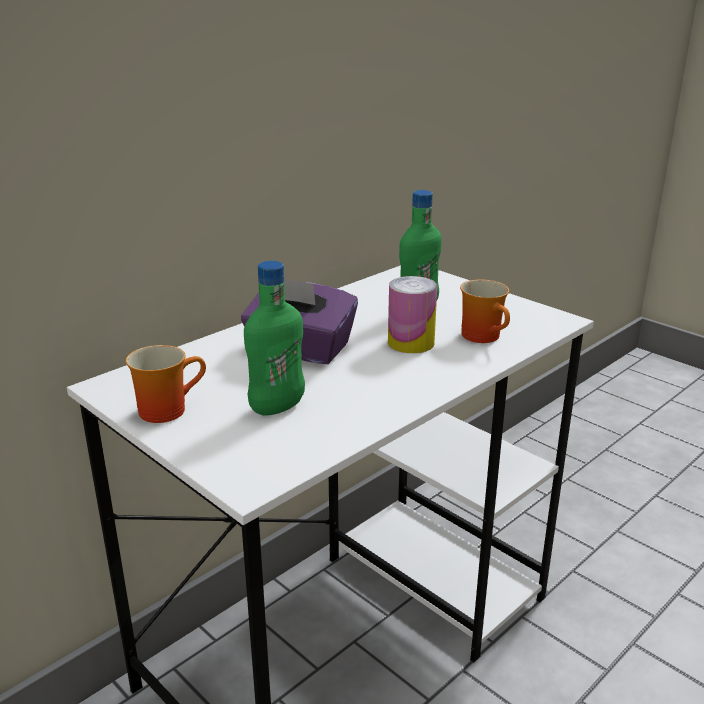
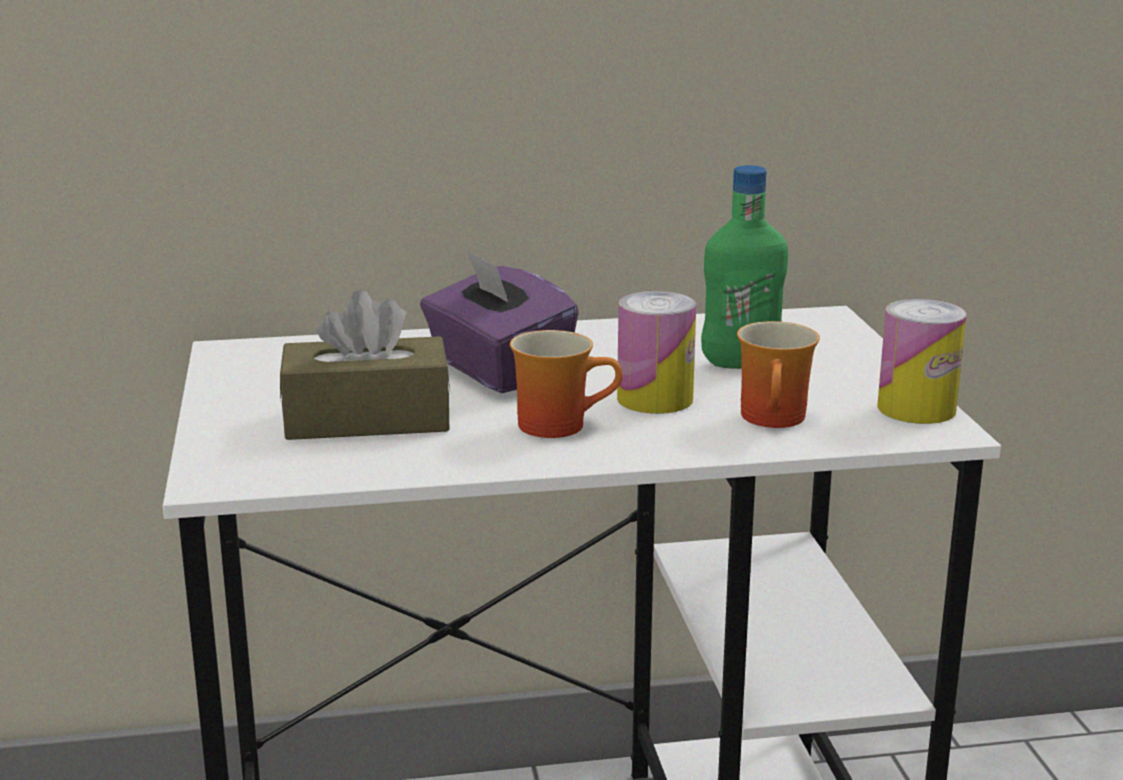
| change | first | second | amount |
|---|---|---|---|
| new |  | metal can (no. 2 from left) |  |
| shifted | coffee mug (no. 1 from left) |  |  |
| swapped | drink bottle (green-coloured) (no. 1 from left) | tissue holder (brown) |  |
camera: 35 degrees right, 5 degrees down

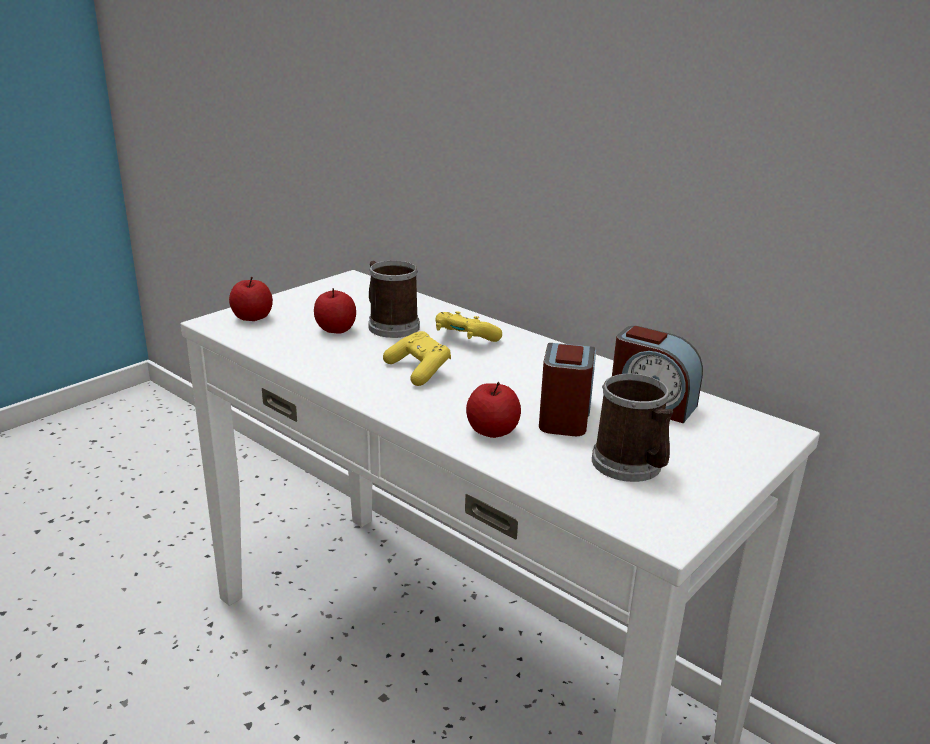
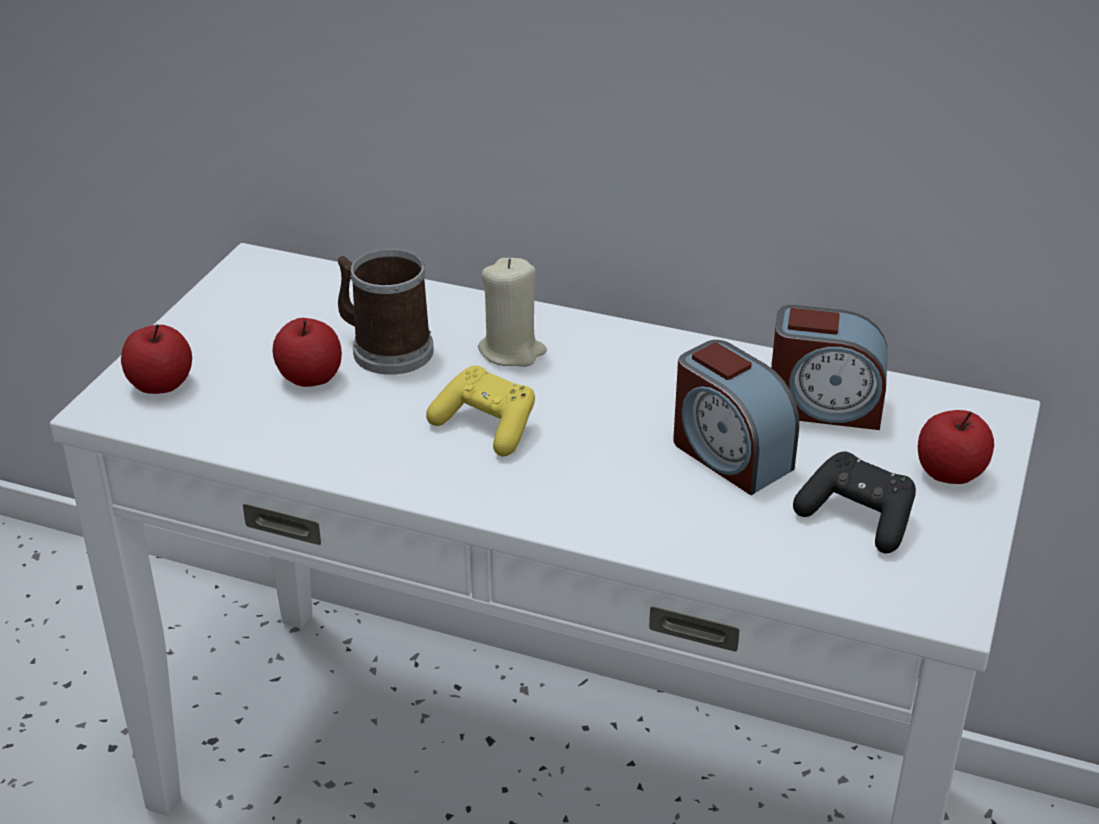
| change | first | second | amount |
|---|---|---|---|
| shifted | whole apple (no. 3 from left) |  |  |
| swapped | game controller (yellow-coloured) (no. 2 from left) | candle (beige-coloured) |  |
| swapped | coffee mug (no. 2 from left) | game controller (black) |  |
| rotated | bedside clock (no. 1 from left) |  | 150 degrees clockwise |
camera: 20 degrees left, 10 degrees up

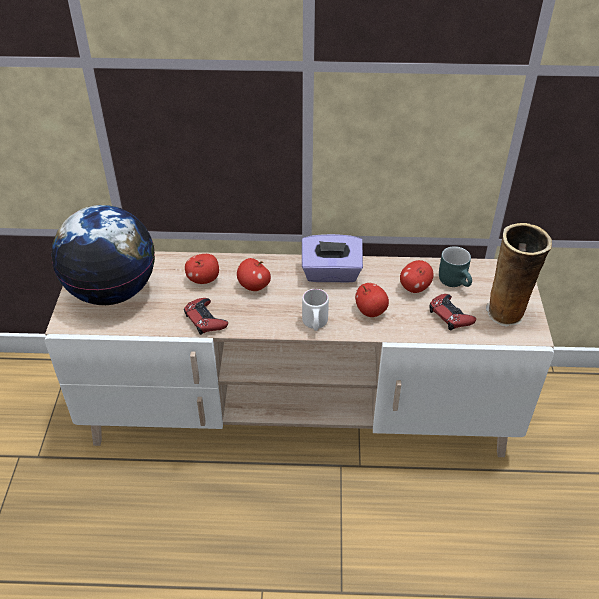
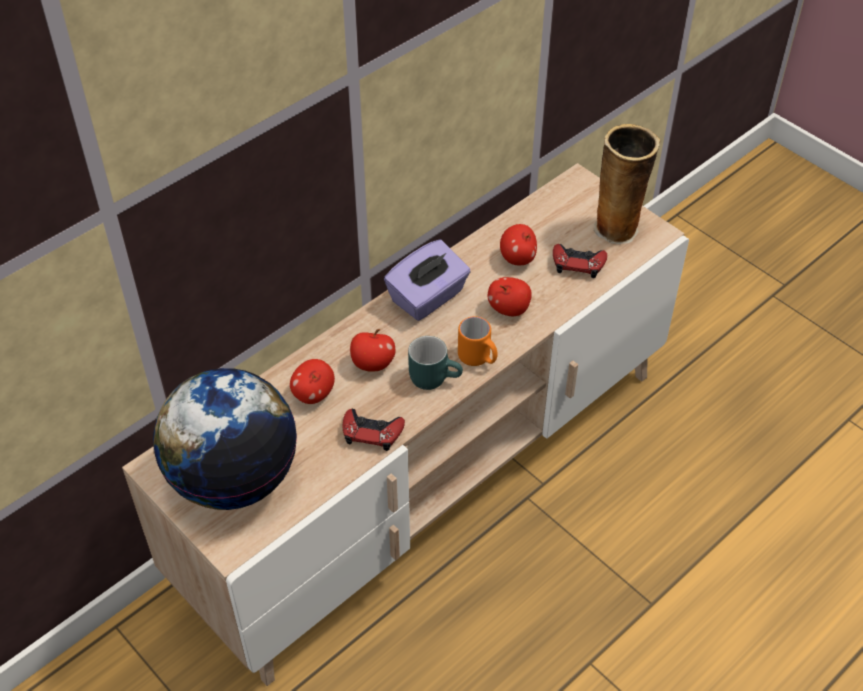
| change | first | second | amount |
|---|---|---|---|
| shifted | coffee mug (blue-green) |  |  |
| repainted | coffee mug (whitish) | coffee mug (orangey) |  |
camera: 45 degrees left, 5 degrees up

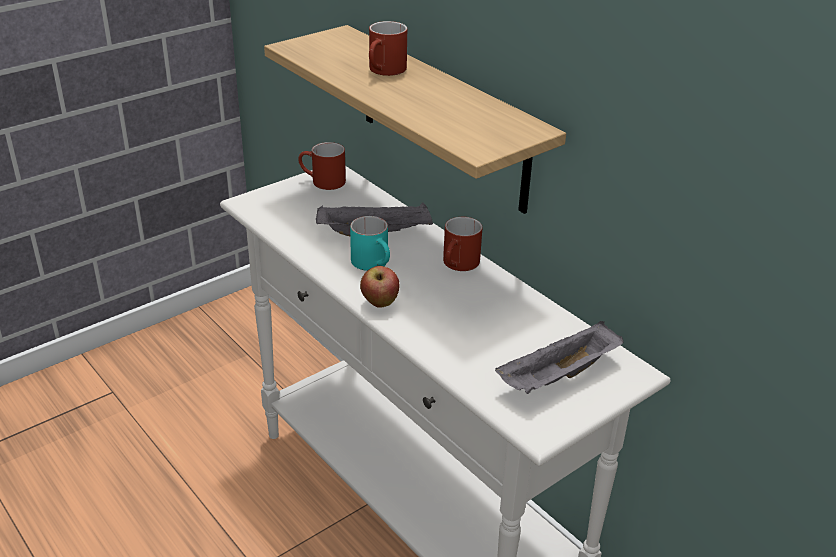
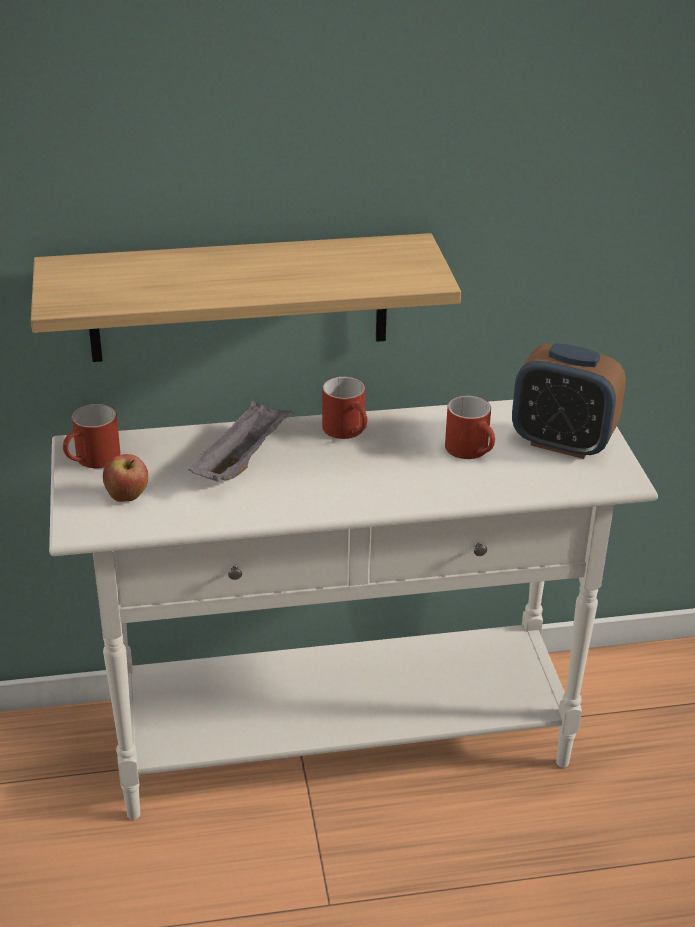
| change | first | second | amount |
|---|---|---|---|
| gone | coffee mug (blue-green) |  |  |
| shifted | whole apple |  |  |
| shifted | coffee mug (red) (no. 2 from left in the first image) | coffee mug (red) (no. 3 from left) |  |
| swapped | tray (gray) (no. 2 from left) | bedside clock |  |
camera: 60 degrees left, 0 degrees up

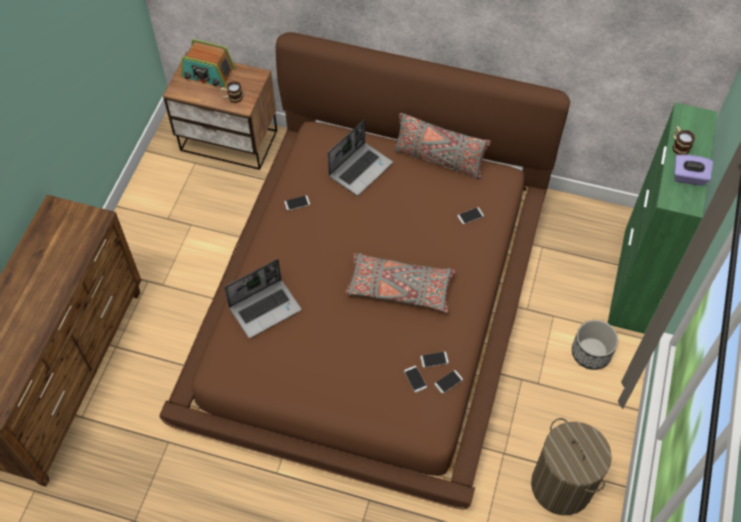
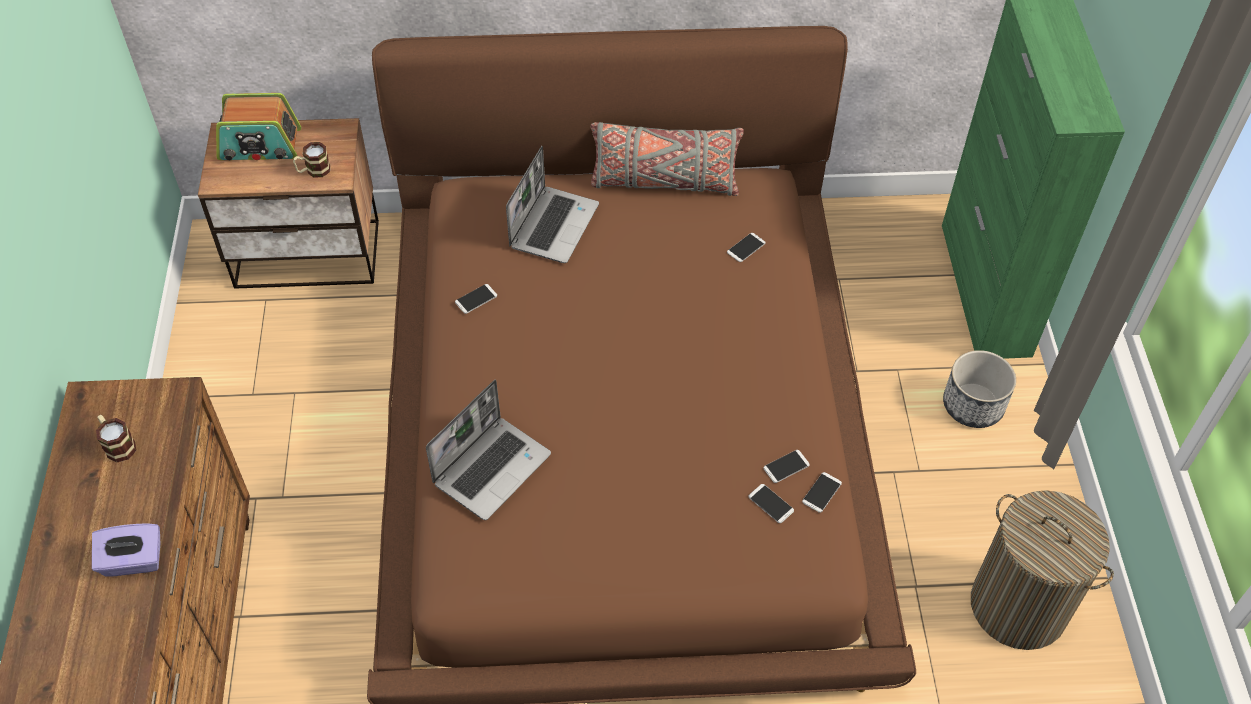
| change | first | second | amount |
|---|---|---|---|
| gone | throw pillow (gray) (no. 1 from left) |  |  |
| shifted | coffee mug (no. 2 from left in the first image) | coffee mug (no. 1 from left) |  |
| shifted | tissue holder (purplish) |  |  |
camera: 20 degrees left, 5 degrees down

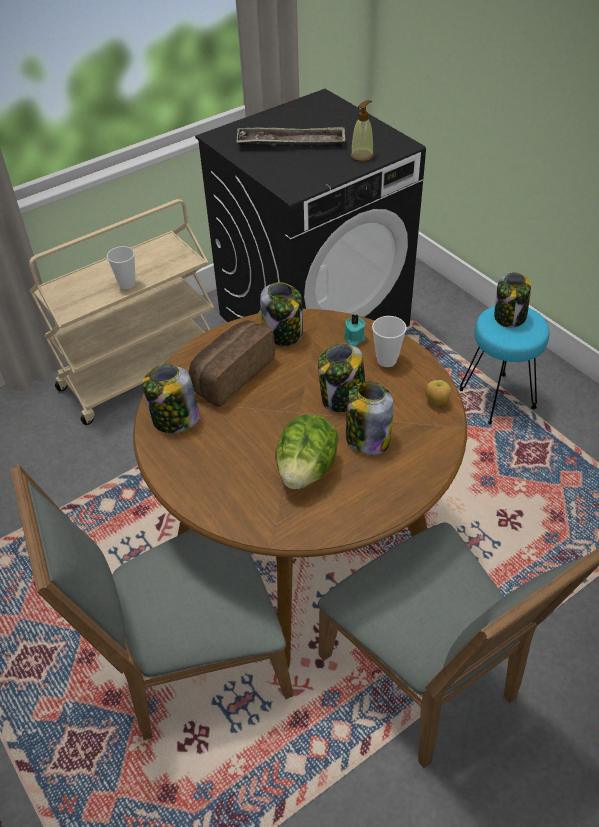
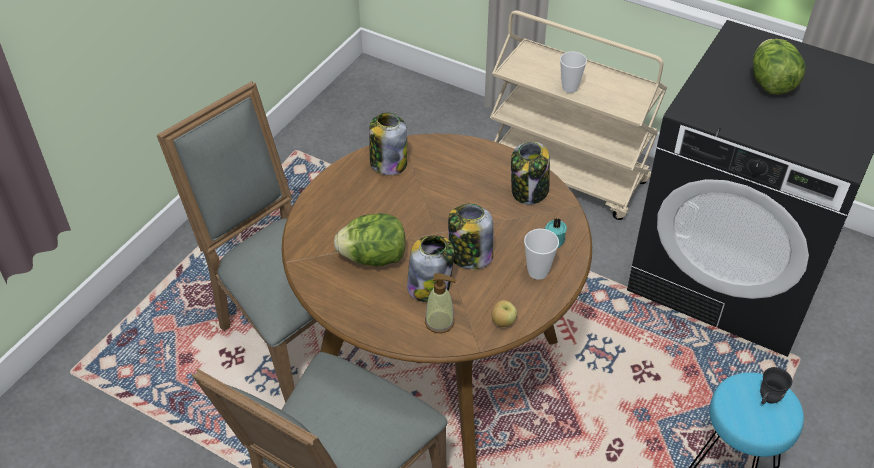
| change | first | second | amount |
|---|---|---|---|
| gone | bread |  |  |
| shifted | liquid soap bottle |  |  |
| swapped | tray | head of lettuce (no. 2 from left) |  |
| swapped | jar (no. 5 from left) | coffee mug (gray) |  |
camera: 65 degrees right, 0 degrees up

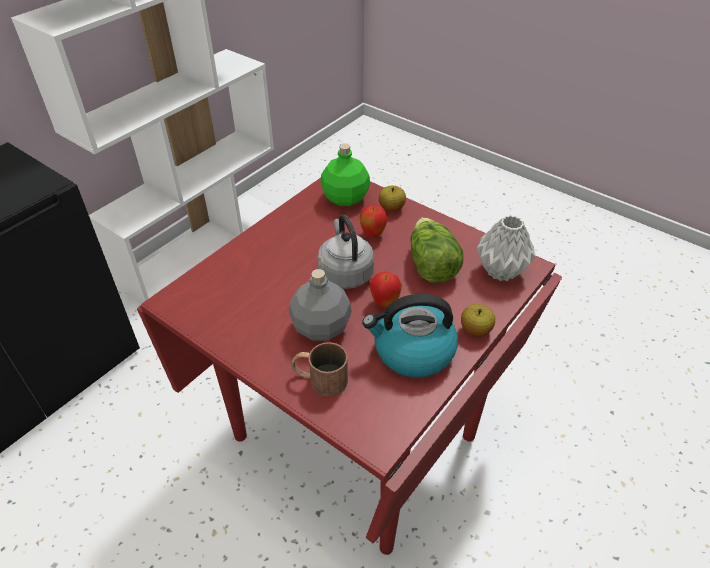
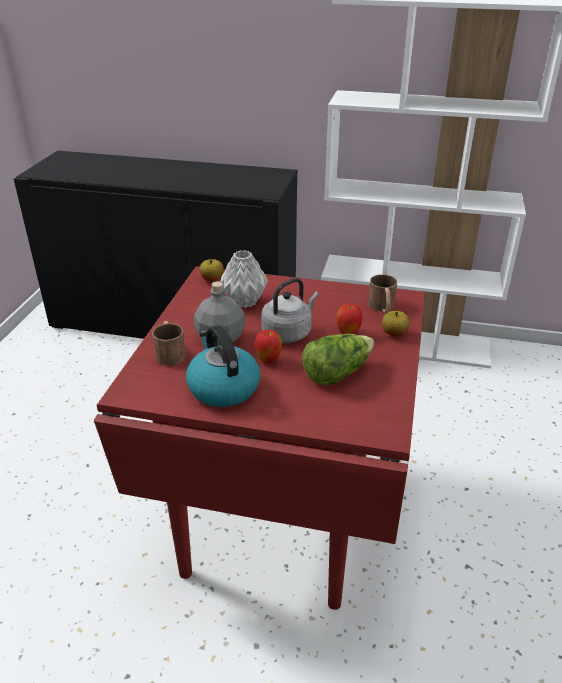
| change | first | second | amount |
|---|---|---|---|
| shifted | whole apple (no. 4 from left in the first image) | whole apple (no. 1 from left) |  |
| shifted | vase (gray) |  |  |
| swapped | drink bottle (green-coloured) | coffee mug (brown) (no. 2 from left) |  |
camera: 65 degrees right, 10 degrees down

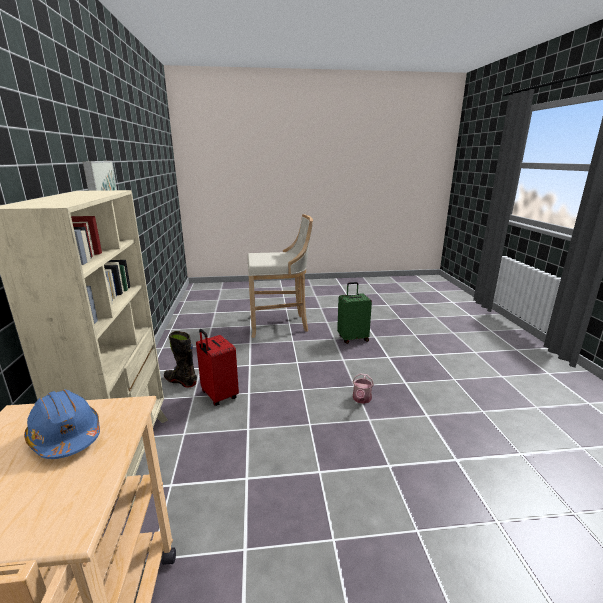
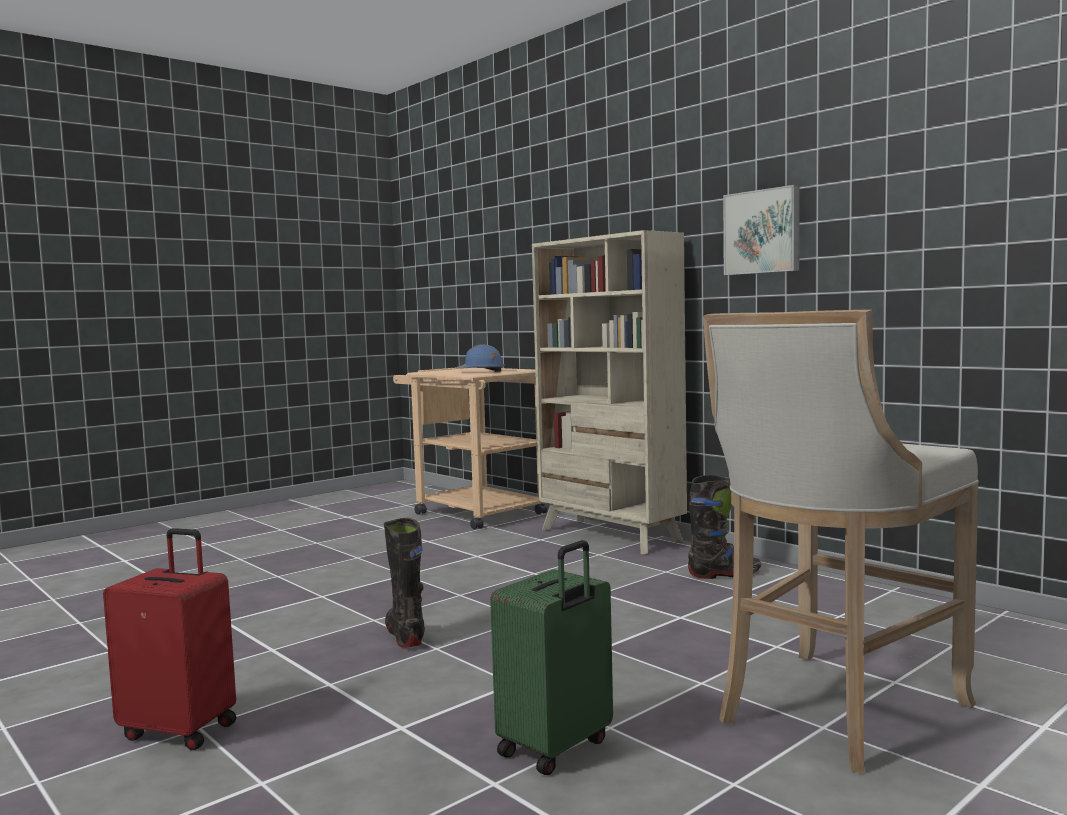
| change | first | second | amount |
|---|---|---|---|
| shifted | travel case (red) |  |  |
| swapped | watering pot | boot (black) (no. 1 from left) |  |
camera: 145 degrees right, 15 degrees down

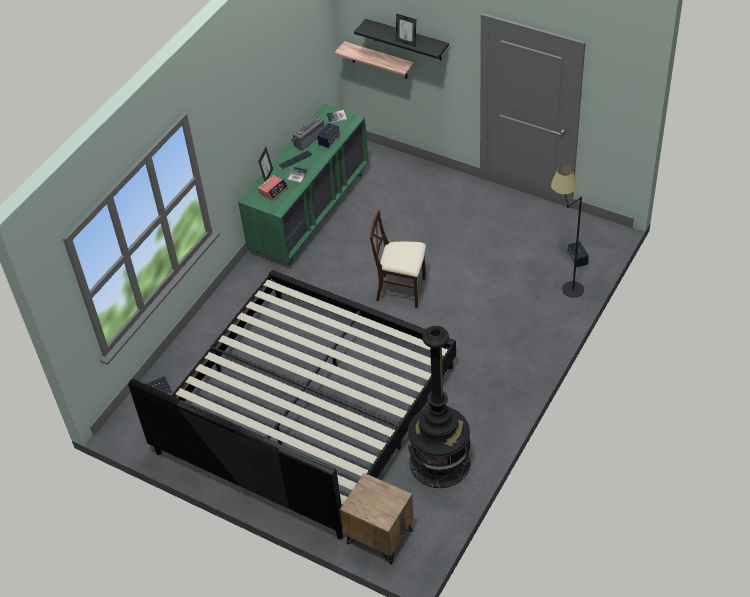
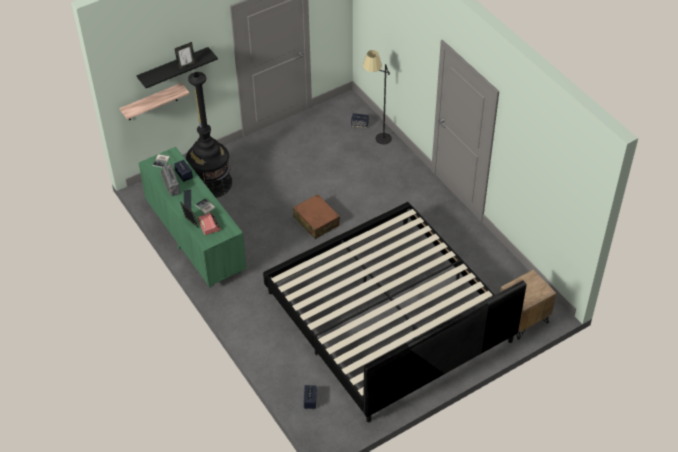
| change | first | second | amount |
|---|---|---|---|
| shifted | floor lamp (black) (no. 1 from left) |  |  |
| swapped | plain chair (beige-coloured) | travel case (brown) |  |
camera: 65 degrees left, 0 degrees up

